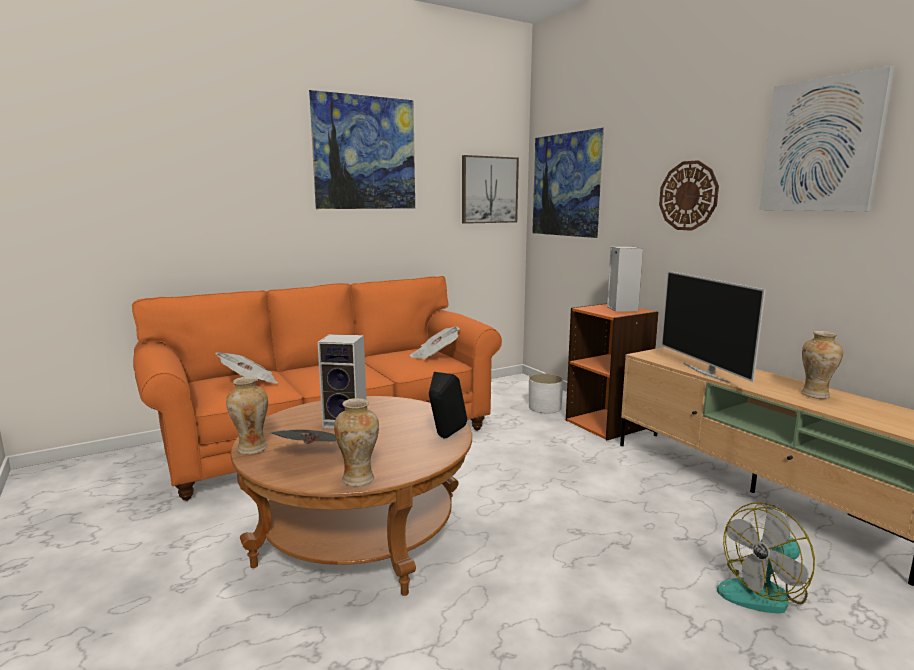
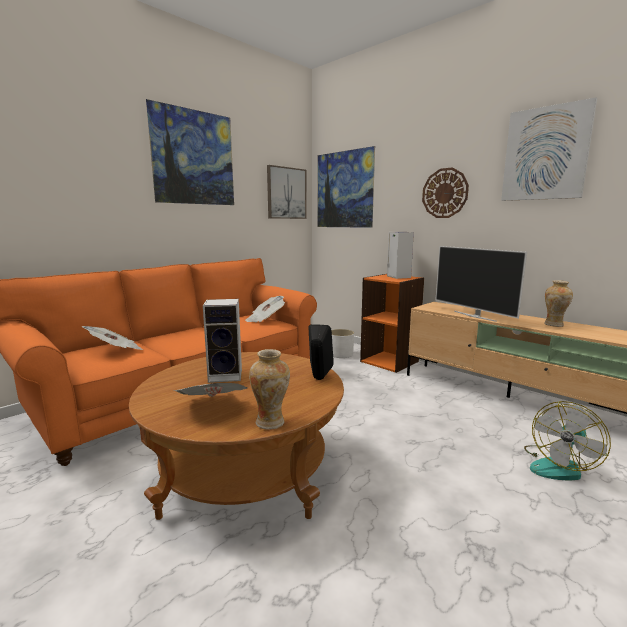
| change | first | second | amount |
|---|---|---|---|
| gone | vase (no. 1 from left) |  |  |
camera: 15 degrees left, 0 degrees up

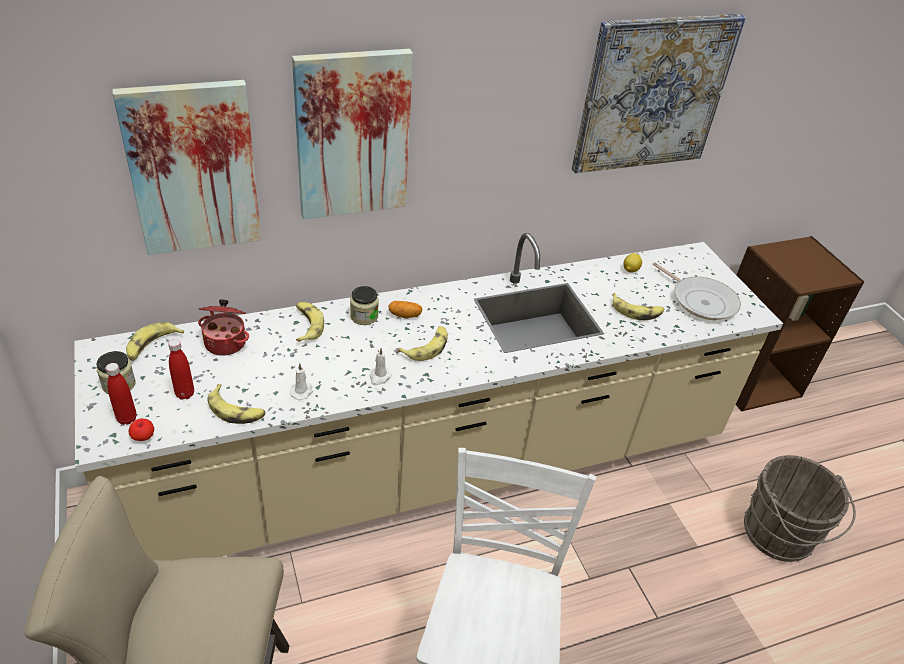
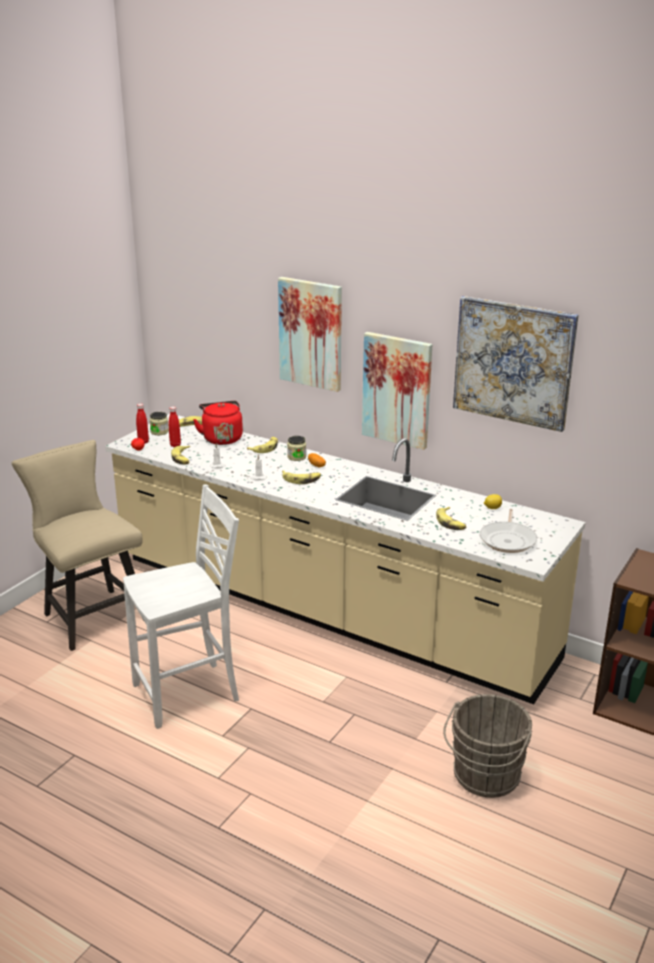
| change | first | second | amount |
|---|---|---|---|
| shifted | picture (no. 1 from left in the first image) | picture (no. 2 from left) |  |
| swapped | cooking pot | tea kettle (red) |  |
camera: 55 degrees right, 15 degrees down

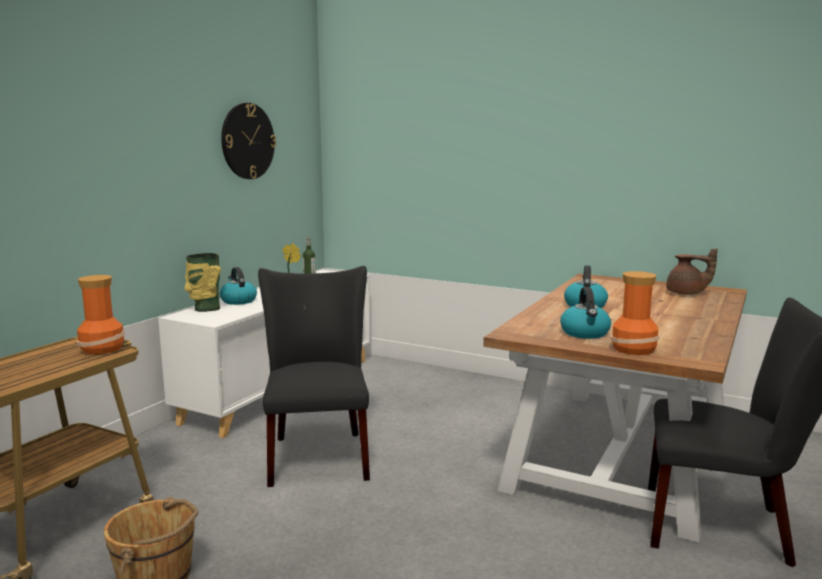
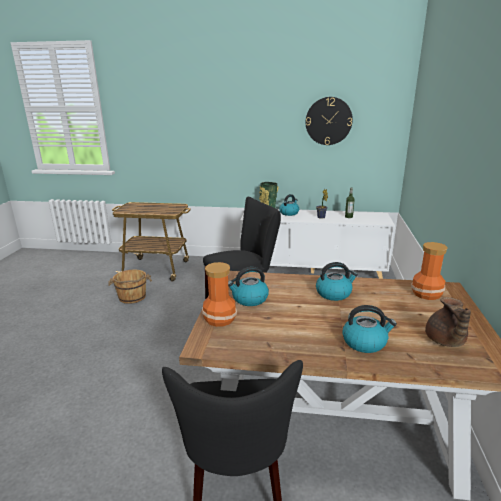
| change | first | second | amount |
|---|---|---|---|
| new |  | tea kettle (no. 4 from left) |  |
| shifted | vase (no. 1 from left in the first image) | vase (no. 3 from left) |  |
camera: 70 degrees right, 10 degrees up

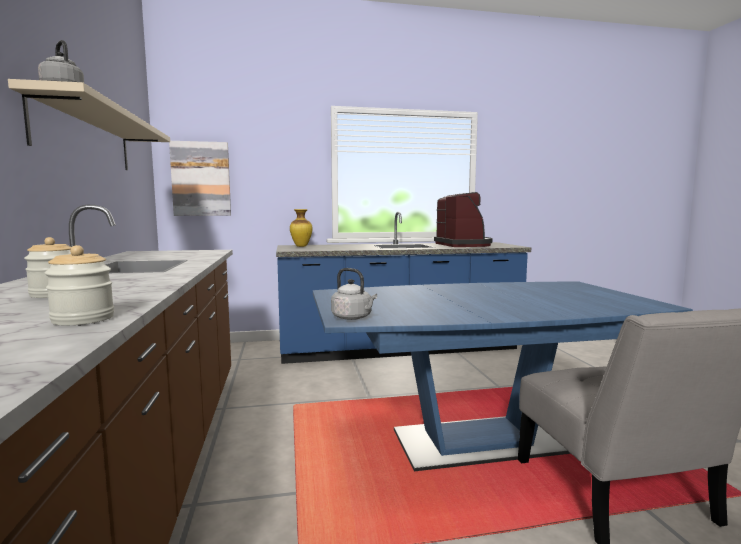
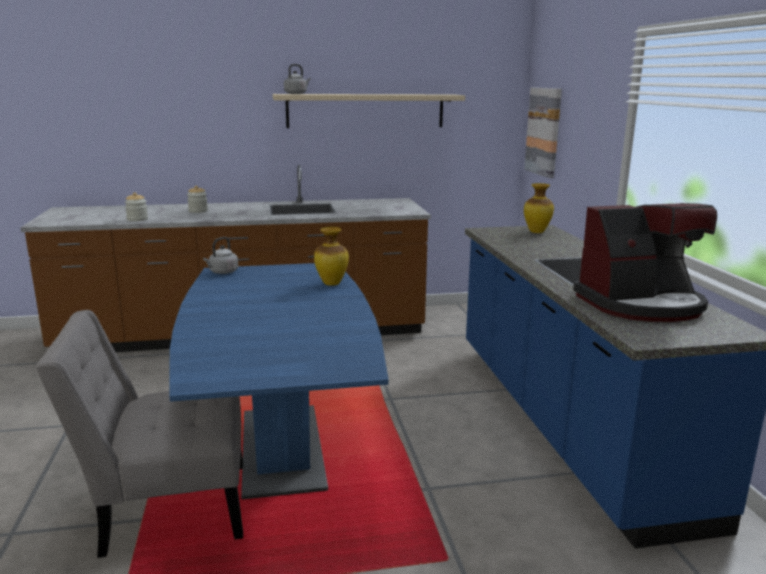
| change | first | second | amount |
|---|---|---|---|
| new |  | vase (no. 1 from left) |  |
camera: 90 degrees right, 10 degrees up

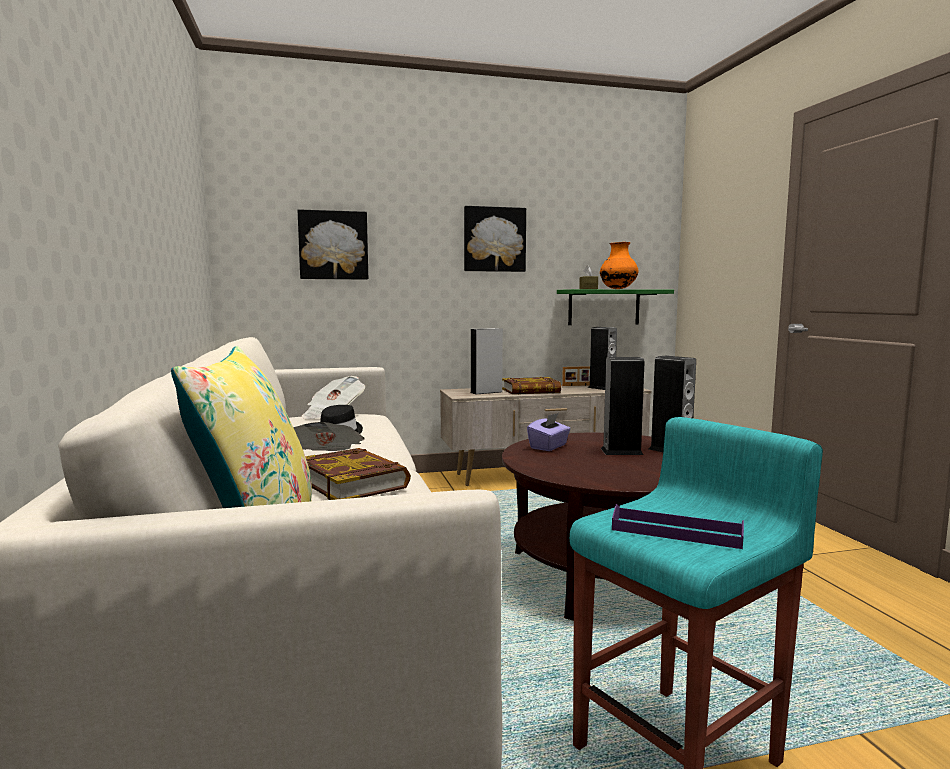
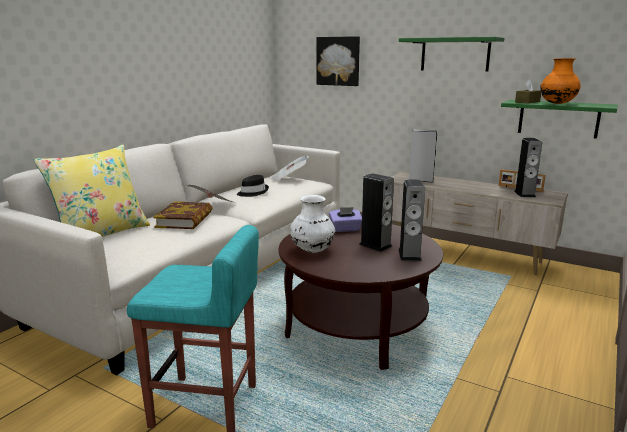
| change | first | second | amount |
|---|---|---|---|
| gone | bound book (no. 2 from left) |  |  |
| gone | tray (purplish) |  |  |
| new |  | vase (whitish) |  |
| swapped | picture (no. 2 from left) | bracket shelf (green-coloured) (no. 1 from left) |  |
camera: 45 degrees right, 10 degrees up

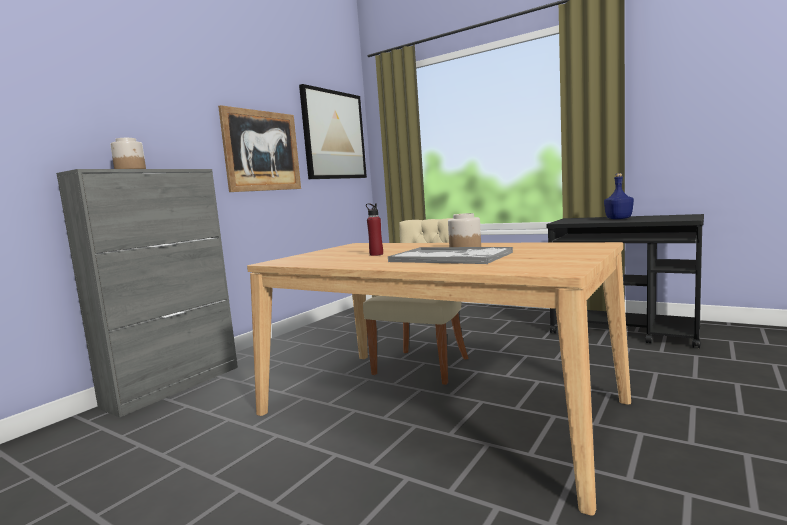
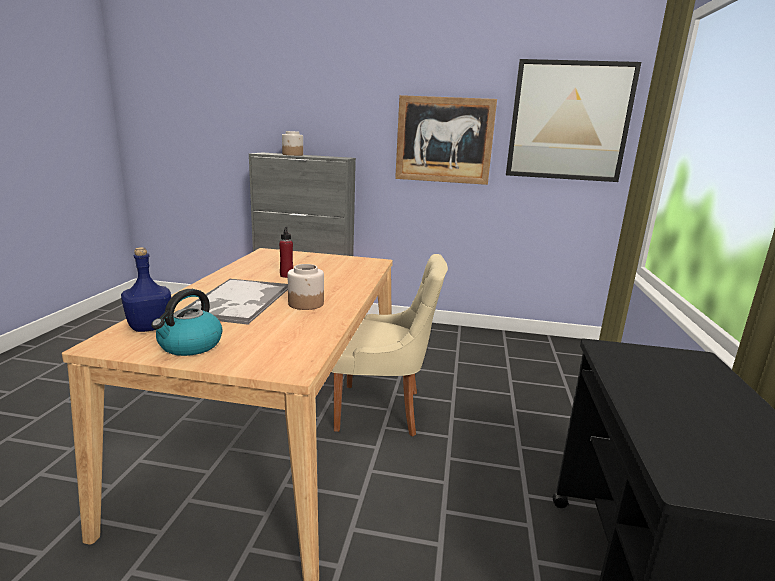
| change | first | second | amount |
|---|---|---|---|
| new |  | tea kettle |  |
| shifted | drink bottle (bluish) |  |  |
camera: 65 degrees right, 10 degrees up

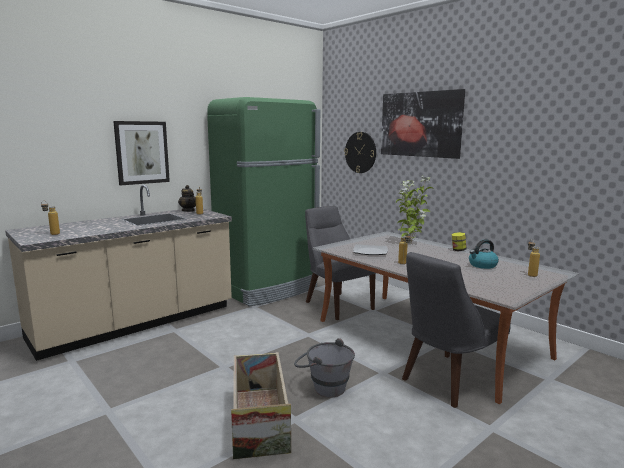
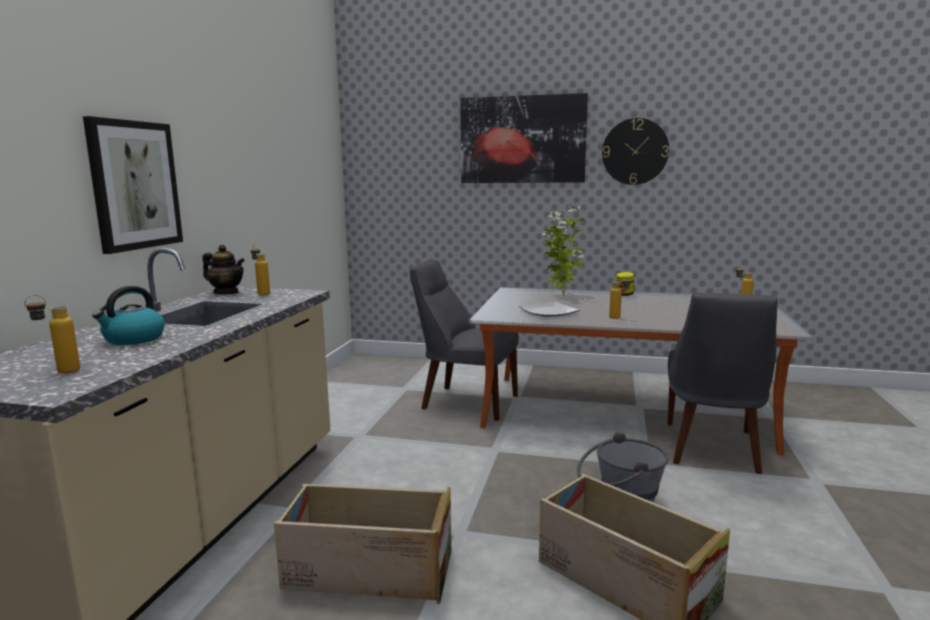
| change | first | second | amount |
|---|---|---|---|
| gone | kitchen fridge (green-coloured) |  |  |
| new |  | shipping crate (no. 1 from left) |  |
| shifted | wall clock |  |  |
| shifted | tea kettle |  |  |
camera: 35 degrees left, 0 degrees up

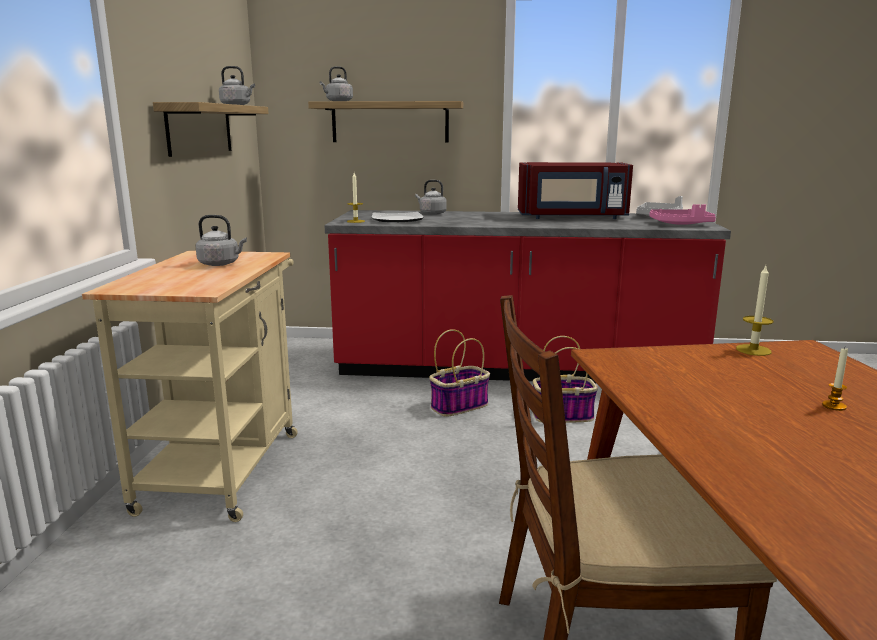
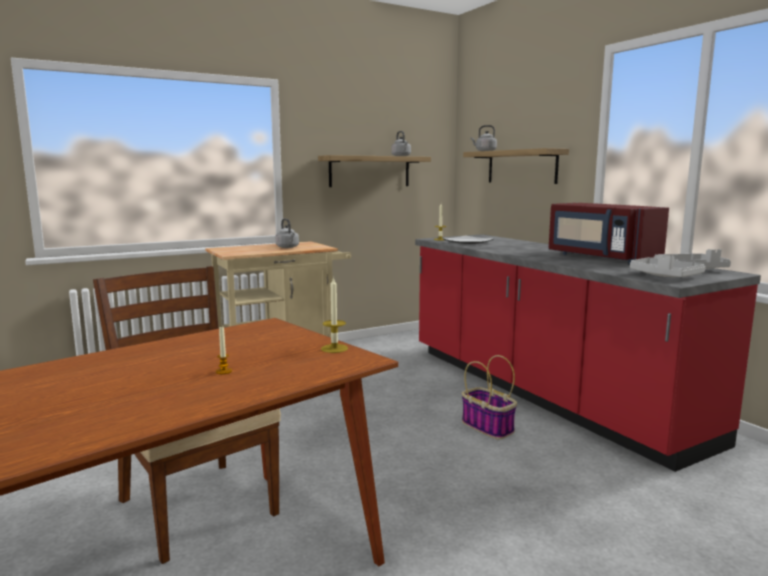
| change | first | second | amount |
|---|---|---|---|
| gone | tea kettle (gray) (no. 4 from left) |  |  |
| gone | storage basket (no. 1 from left) |  |  |
| repainted | tray (pinkish) | tray (gray) (no. 1 from left) |  |
camera: 55 degrees right, 5 degrees down

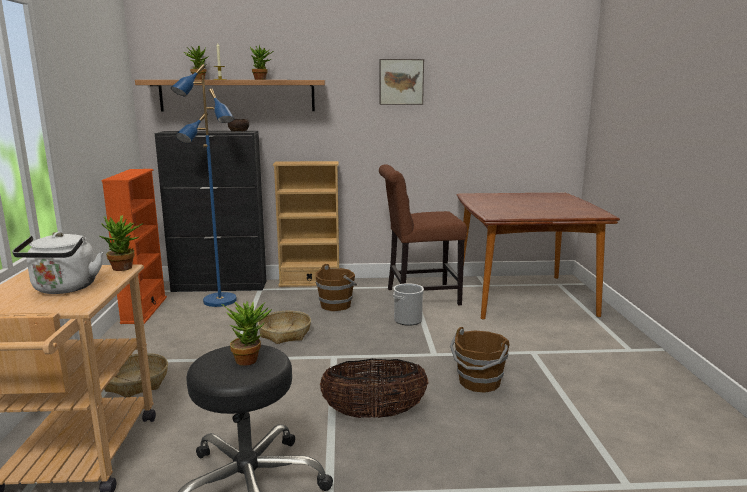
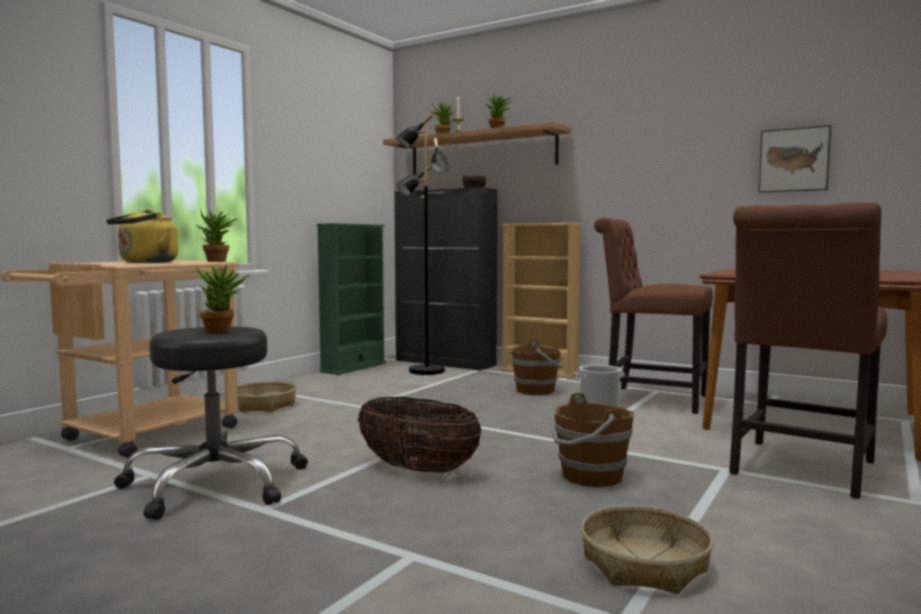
| change | first | second | amount |
|---|---|---|---|
| new |  | plain chair (brown) (no. 2 from left) |  |
| shifted | storage basket (no. 2 from left in the first image) | storage basket (no. 3 from left) |  |
| shifted | picture |  |  |
| repainted | tea kettle (whitish) | tea kettle (yellow-coloured) |  |
| repainted | bookcase (orangey) | bookcase (green-coloured) |  |
| repainted | floor lamp (bluish) | floor lamp (black) |  |
camera: 35 degrees right, 10 degrees down

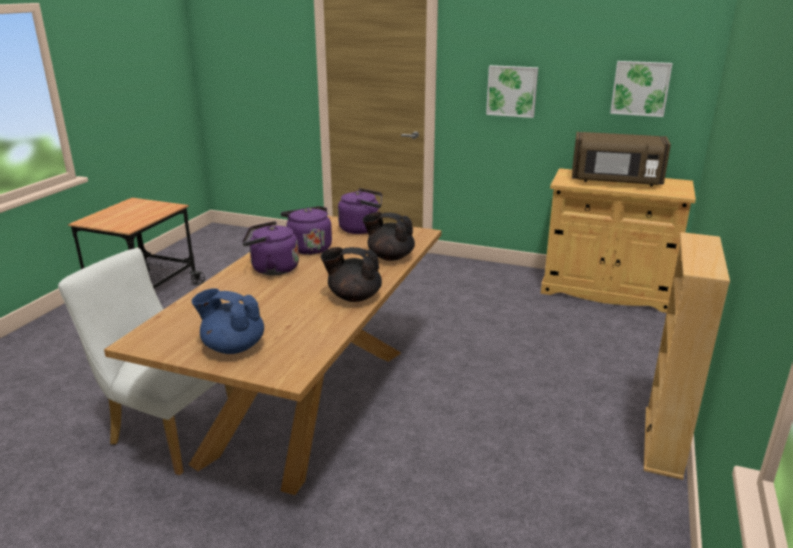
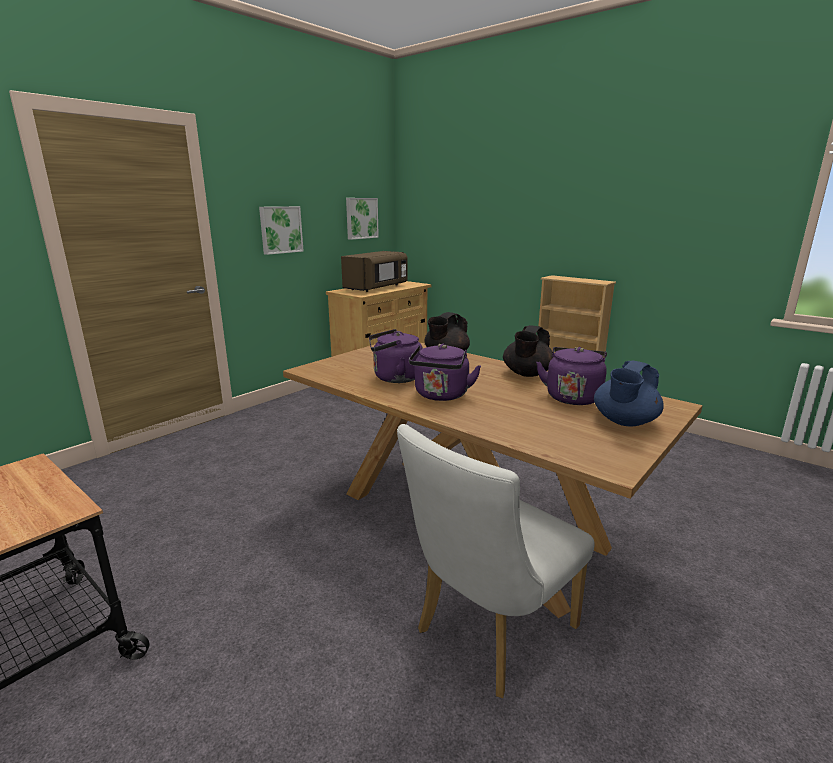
| change | first | second | amount |
|---|---|---|---|
| shifted | tea kettle (purplish) (no. 3 from left) |  |  |
camera: 70 degrees left, 5 degrees down

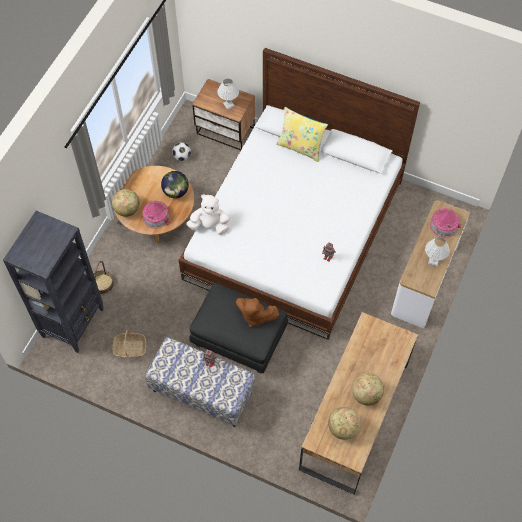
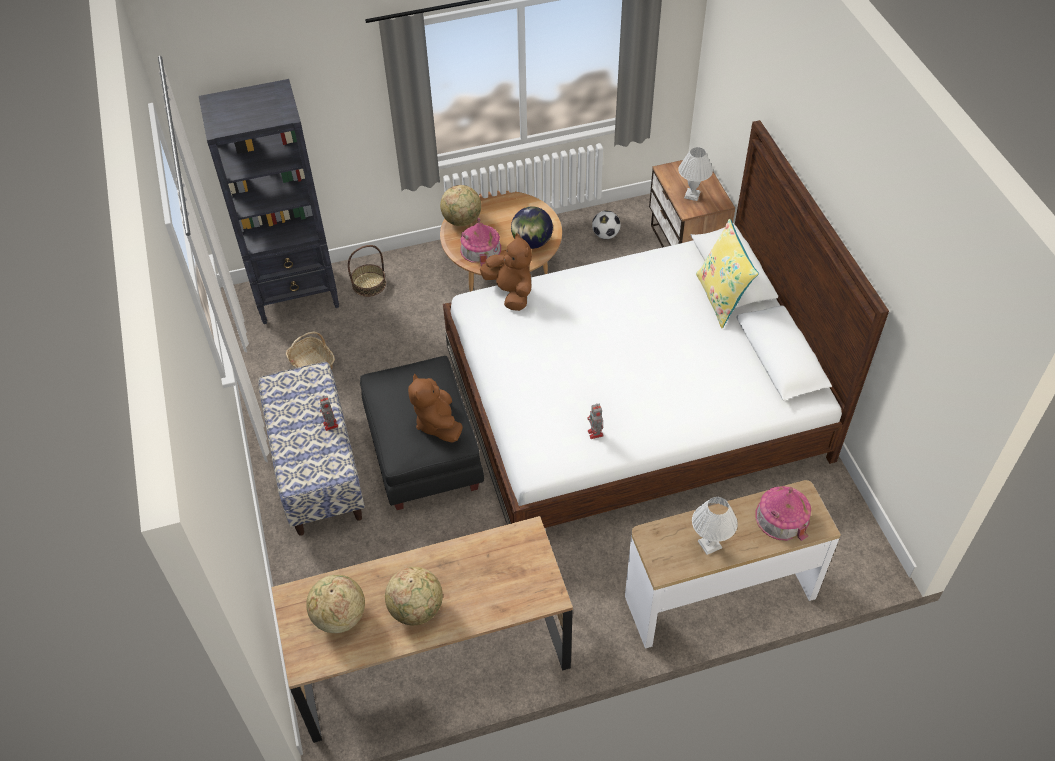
| change | first | second | amount |
|---|---|---|---|
| repainted | cuddly toy (whitish) | cuddly toy (brown) (no. 2 from left) |  |
camera: 50 degrees right, 10 degrees down

